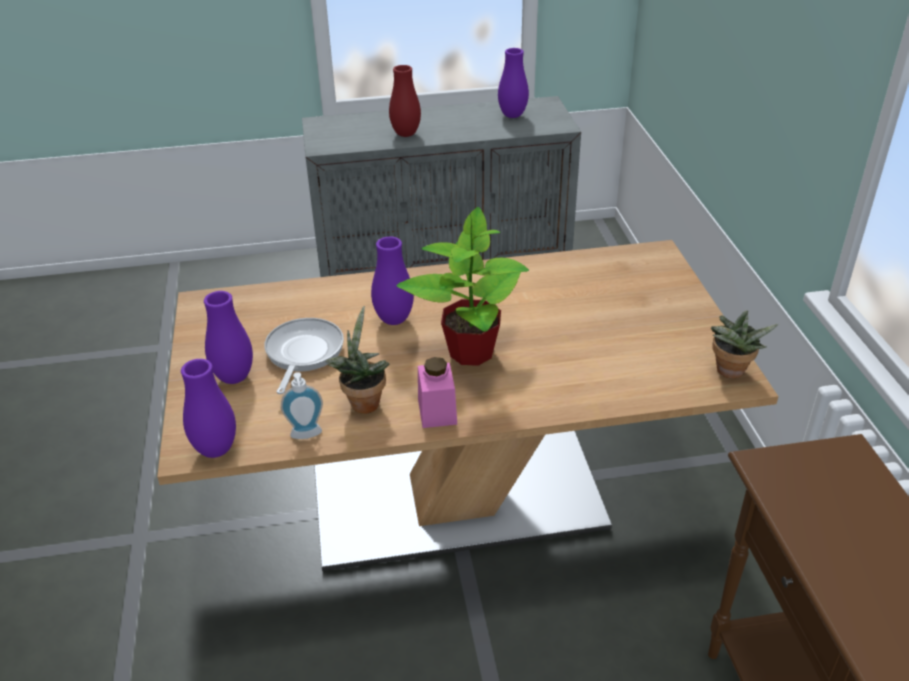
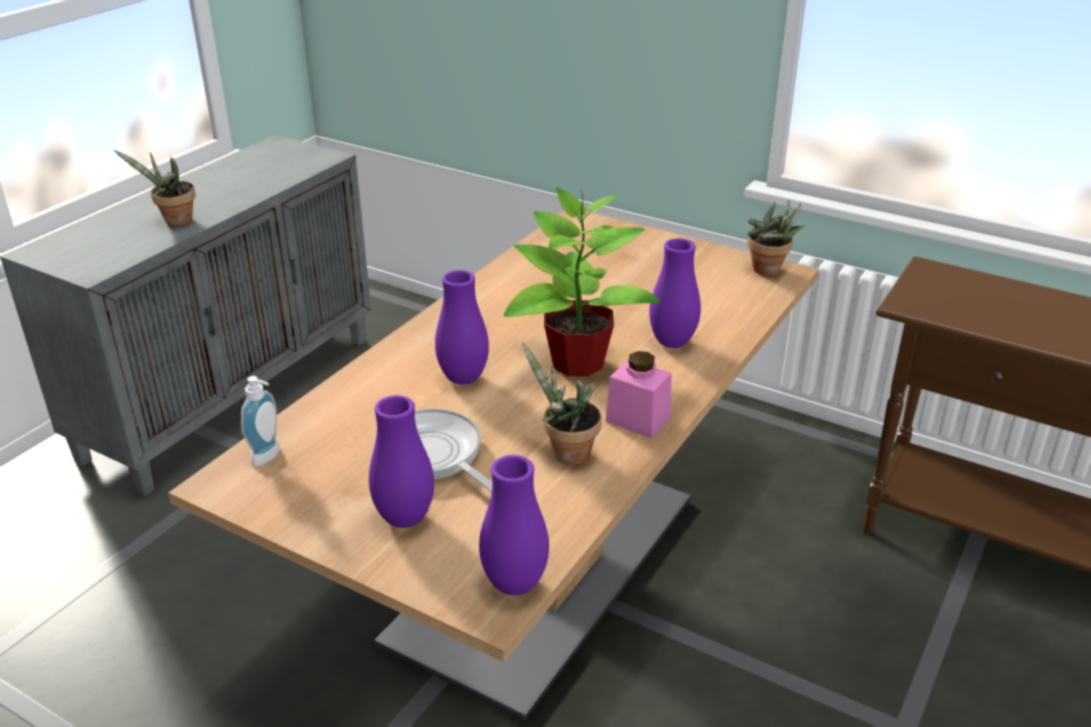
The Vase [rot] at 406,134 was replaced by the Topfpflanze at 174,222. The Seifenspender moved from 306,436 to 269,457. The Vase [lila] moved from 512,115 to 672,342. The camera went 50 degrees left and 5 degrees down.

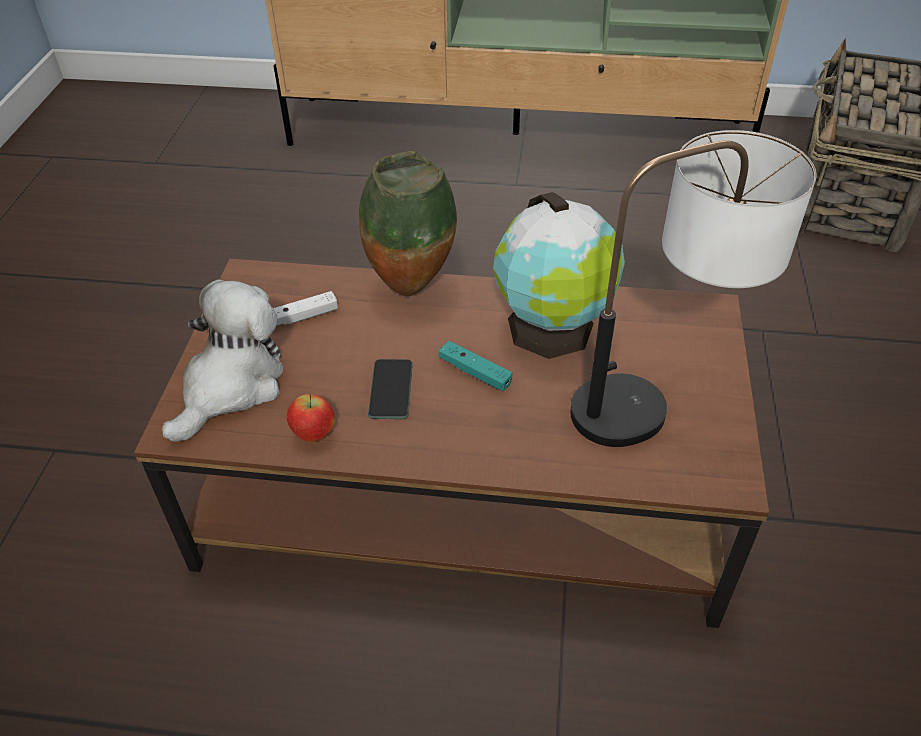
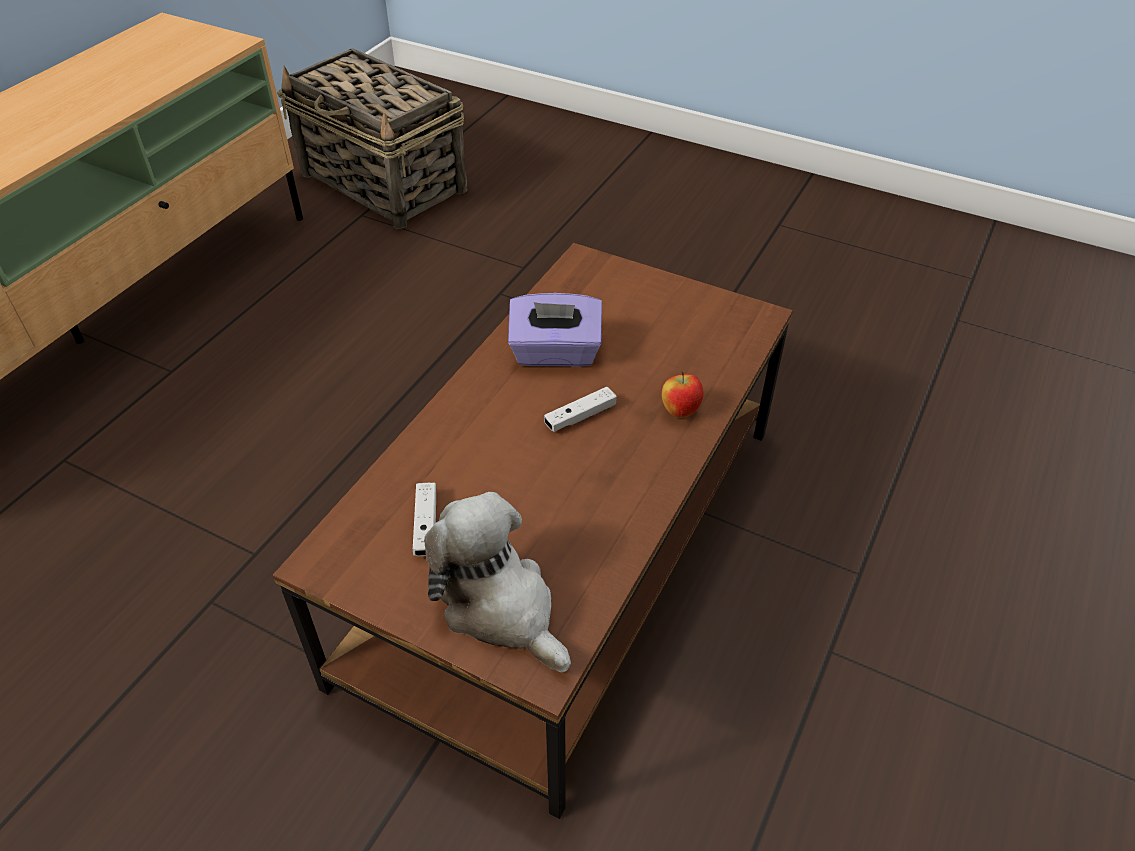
The Globus at 553,331 was replaced by the Taschentuchbox [lila] at 555,353. The Gamepad [türkis] at 475,372 became the Gamepad [weiß] at 580,416. The Apfel moved from 314,434 to 680,411. The Vase at 413,289 disappeared. The Handy at 391,389 disappeared. The Tischlampe at 659,399 disappeared. The camera went 70 degrees left and 0 degrees up.

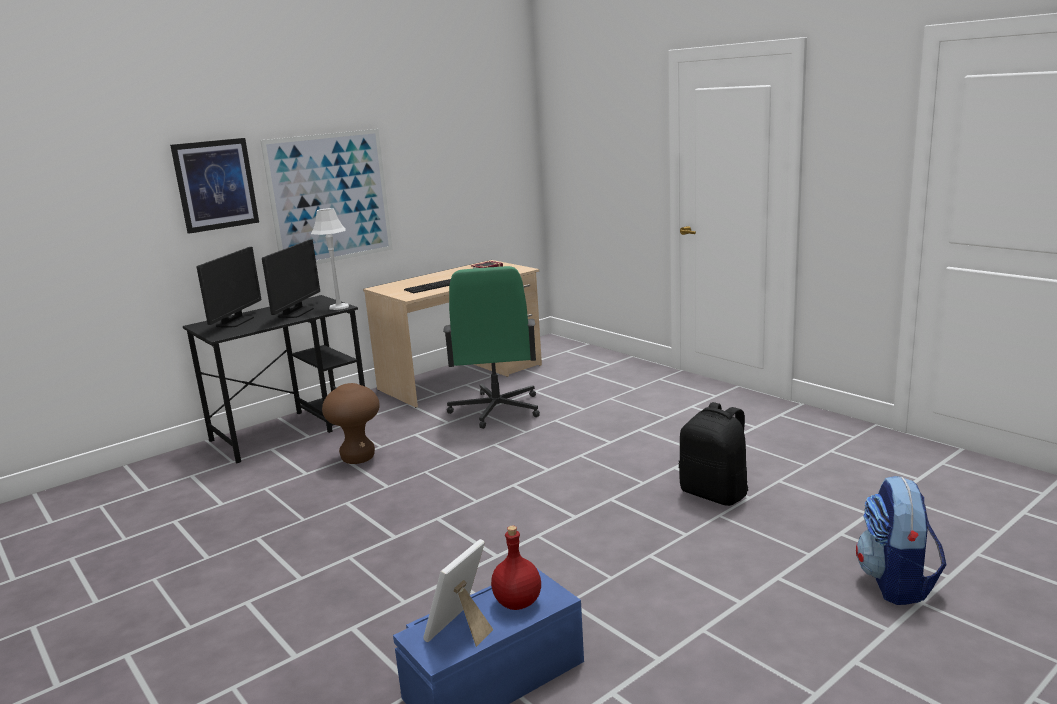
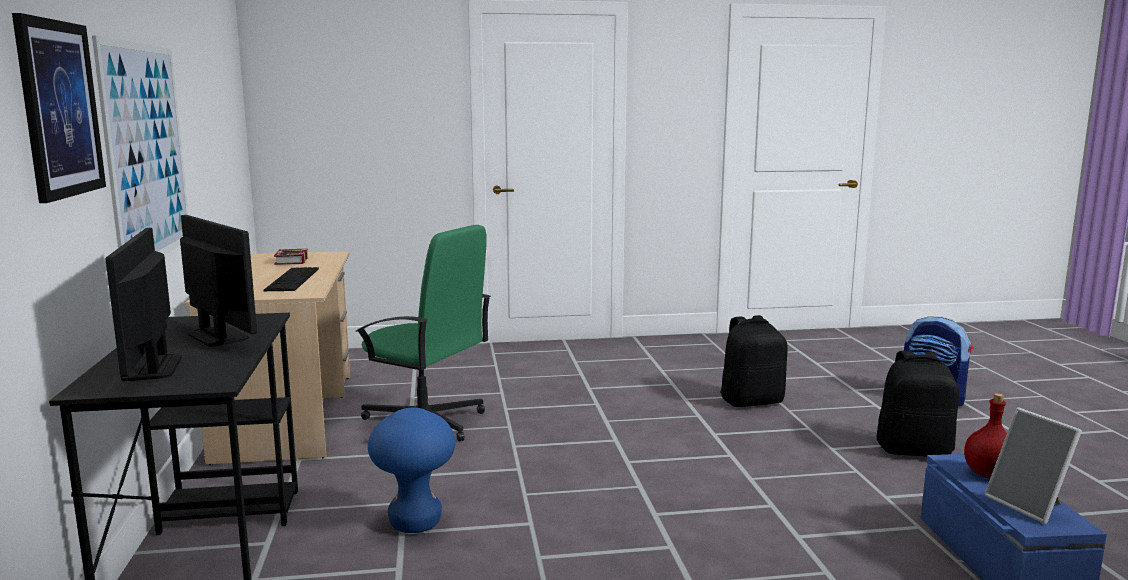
The Monitor at 235,322 turned 150 degrees counterclockwise. The Hocker [braun] at 358,458 became the Hocker [blau] at 415,523. The Rucksack [schwarz] at 914,450 appeared. The Tischlampe [grau] at 339,307 disappeared. The camera went 60 degrees left and 5 degrees down.

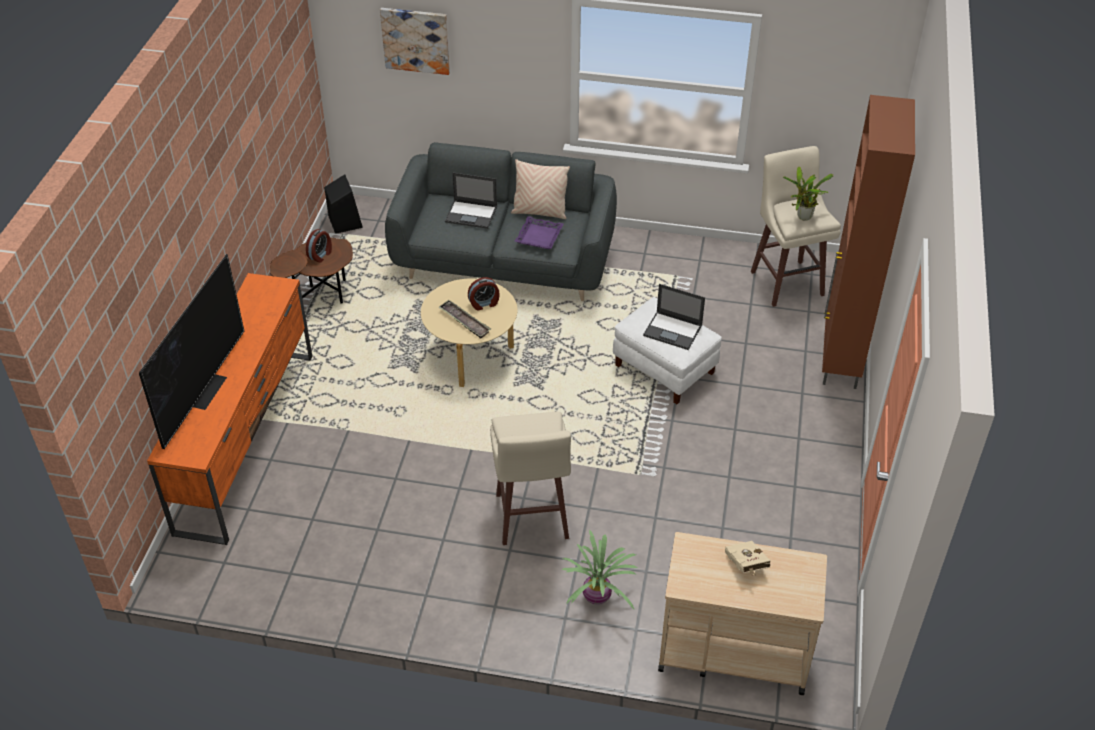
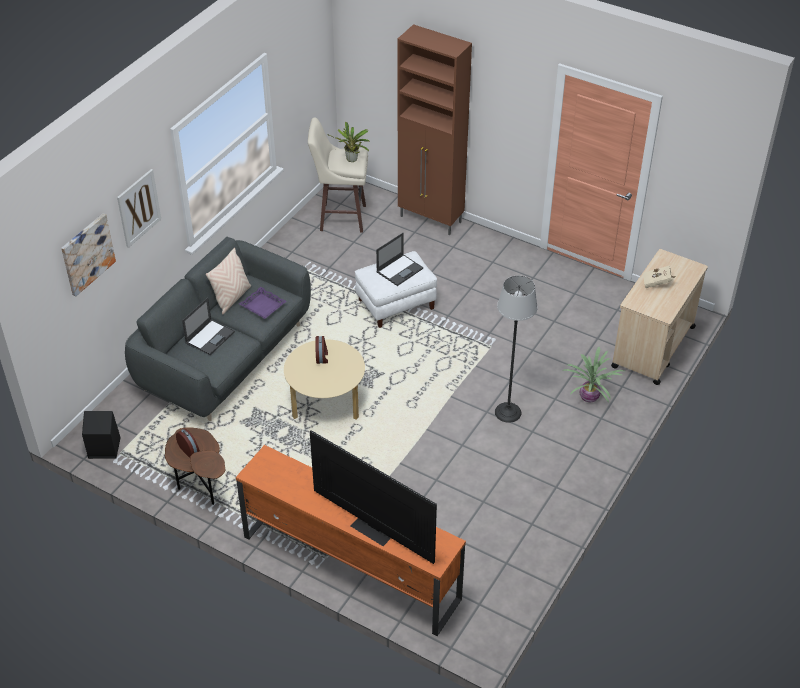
The Bild at 138,208 appeared. The Hocker [beige] at 531,518 was replaced by the Stehlampe at 508,412. The Tablett at 464,322 disappeared. The camera went 70 degrees left and 0 degrees up.

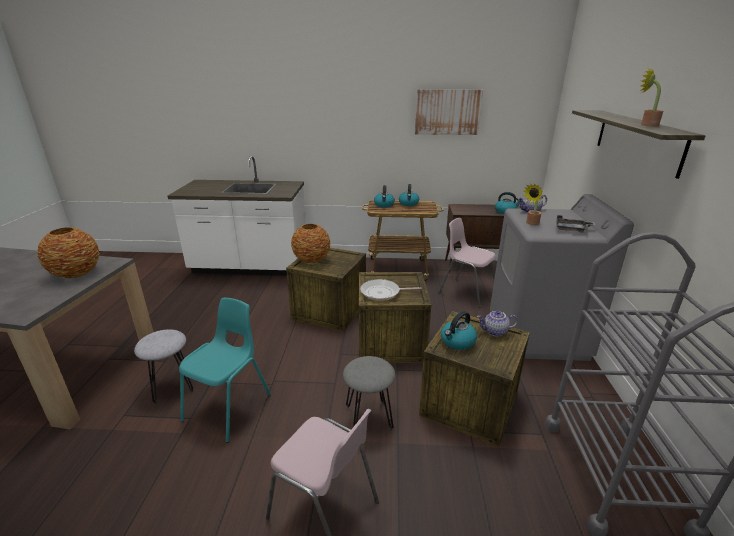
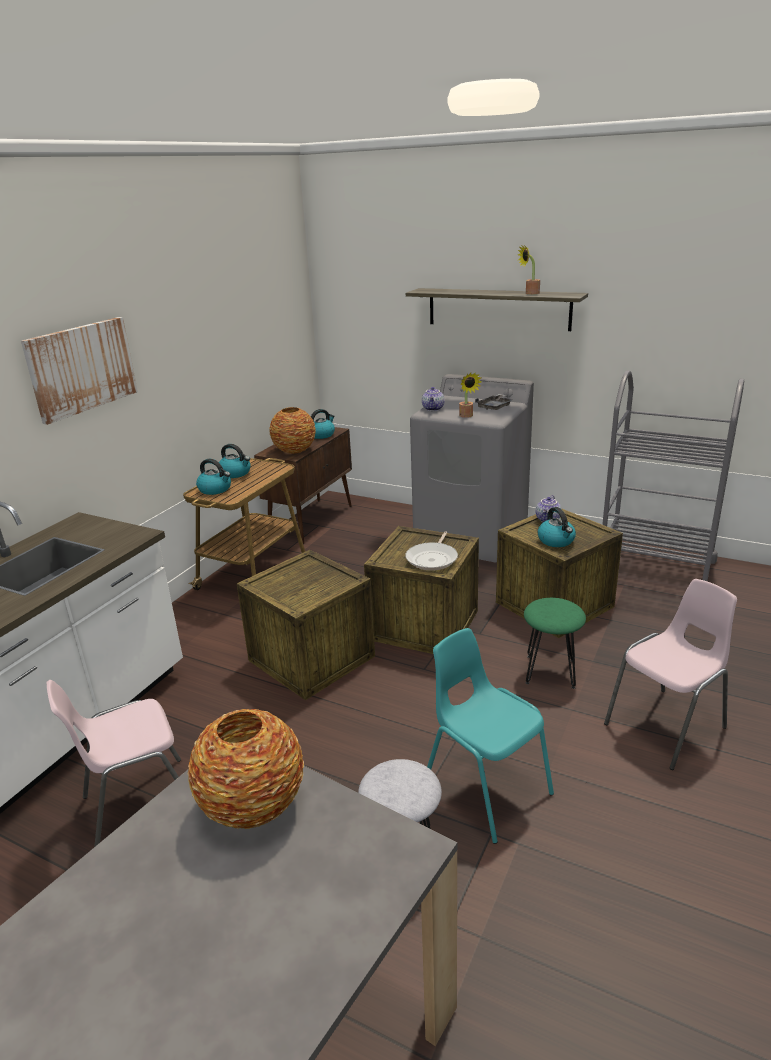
The Bild moved from 447,112 to 81,368. The Stuhl [rosa] moved from 466,292 to 139,805. The Vase moved from 312,259 to 295,450. The Hocker [grau] at 369,418 became the Hocker [grün] at 551,671. The camera went 65 degrees left and 0 degrees up.

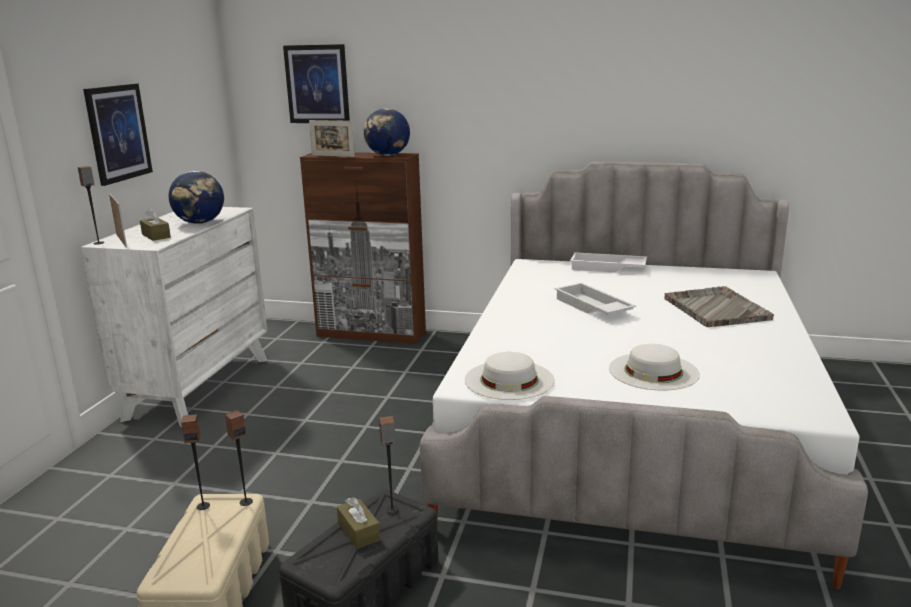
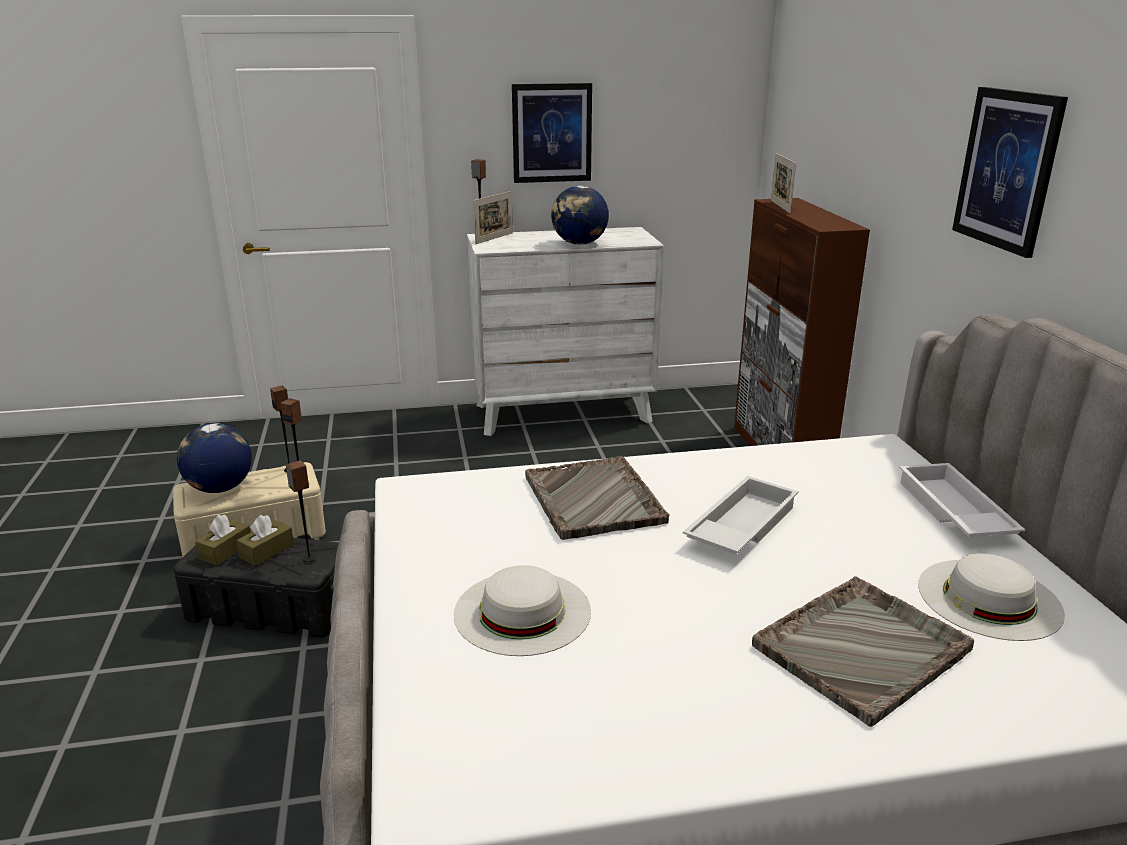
The Globus moved from 388,155 to 220,488. The Taschentuchbox [braun] moved from 156,236 to 226,550. The Tablett [grau] at 594,500 appeared. The Hut [weiß] moved from 509,380 to 989,598. The Bild moved from 317,84 to 1007,169. The camera went 65 degrees right and 5 degrees up.

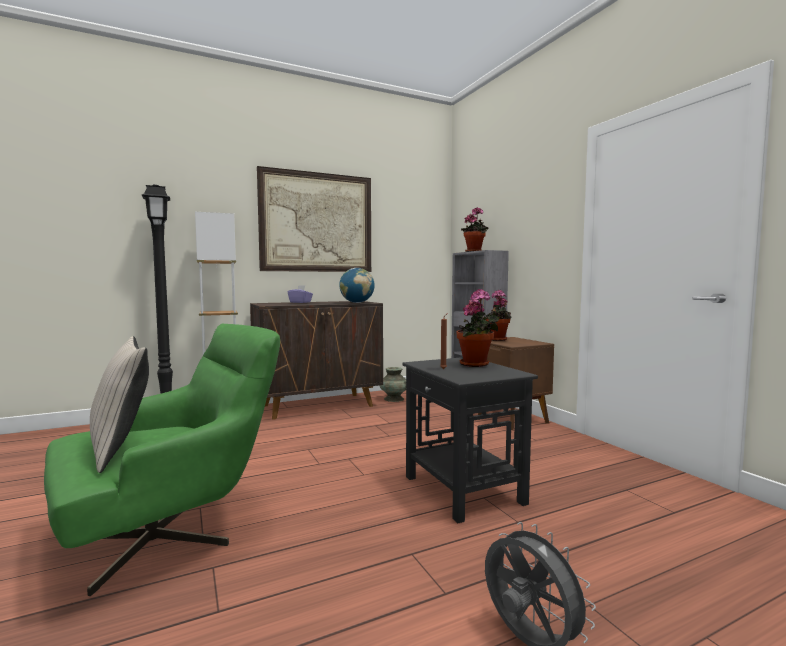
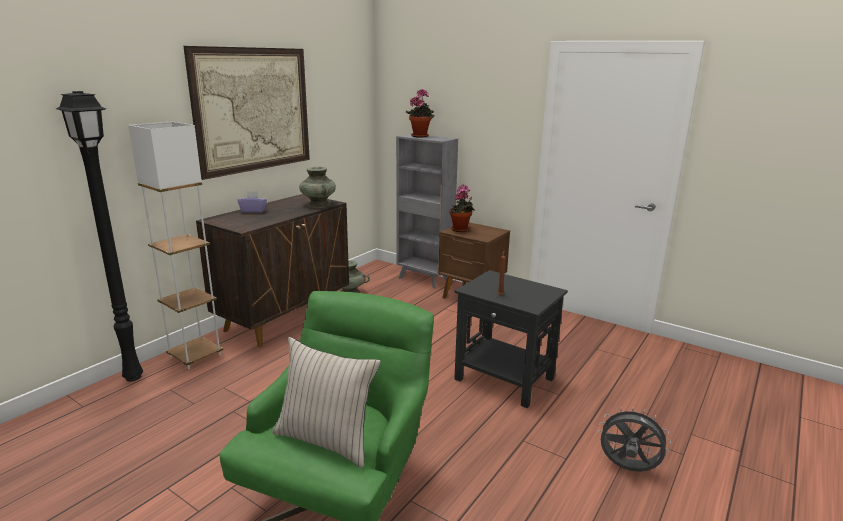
The Globus at 357,302 was replaced by the Vase [türkis] at 319,205. The Topfpflanze at 476,365 disappeared. The camera went 30 degrees left and 15 degrees up.

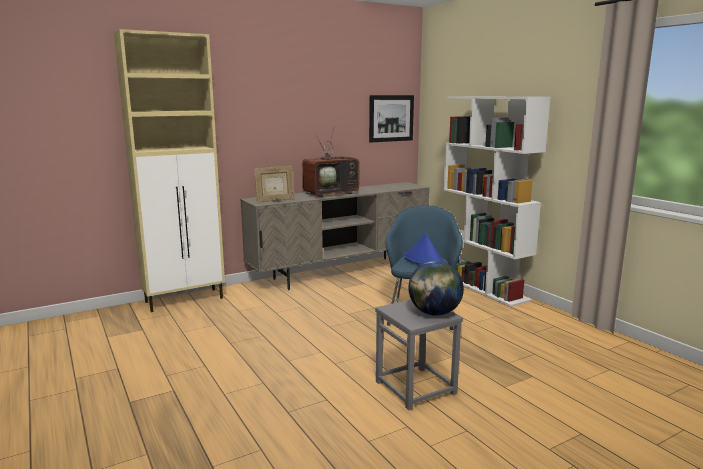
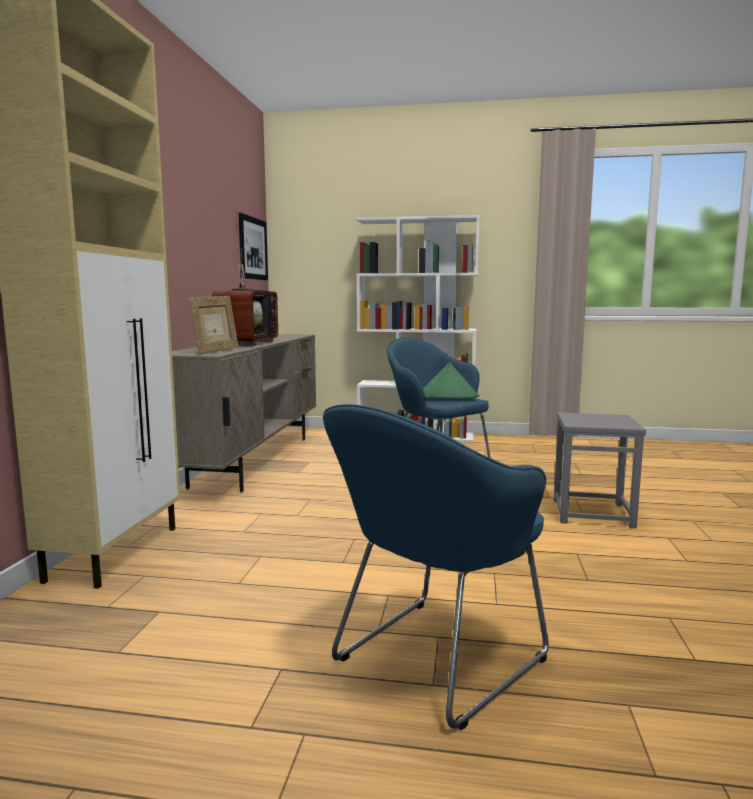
The Sessel [blau] at 431,662 appeared. The Hut [blau] at 424,260 became the Hut [grün] at 448,396. The Globus at 434,313 disappeared. The camera went 50 degrees left and 5 degrees down.

